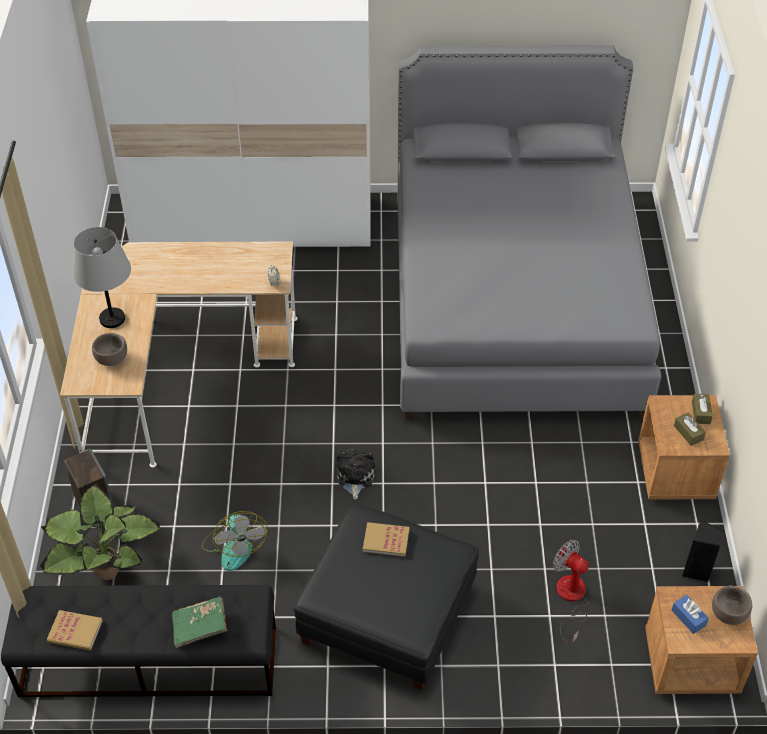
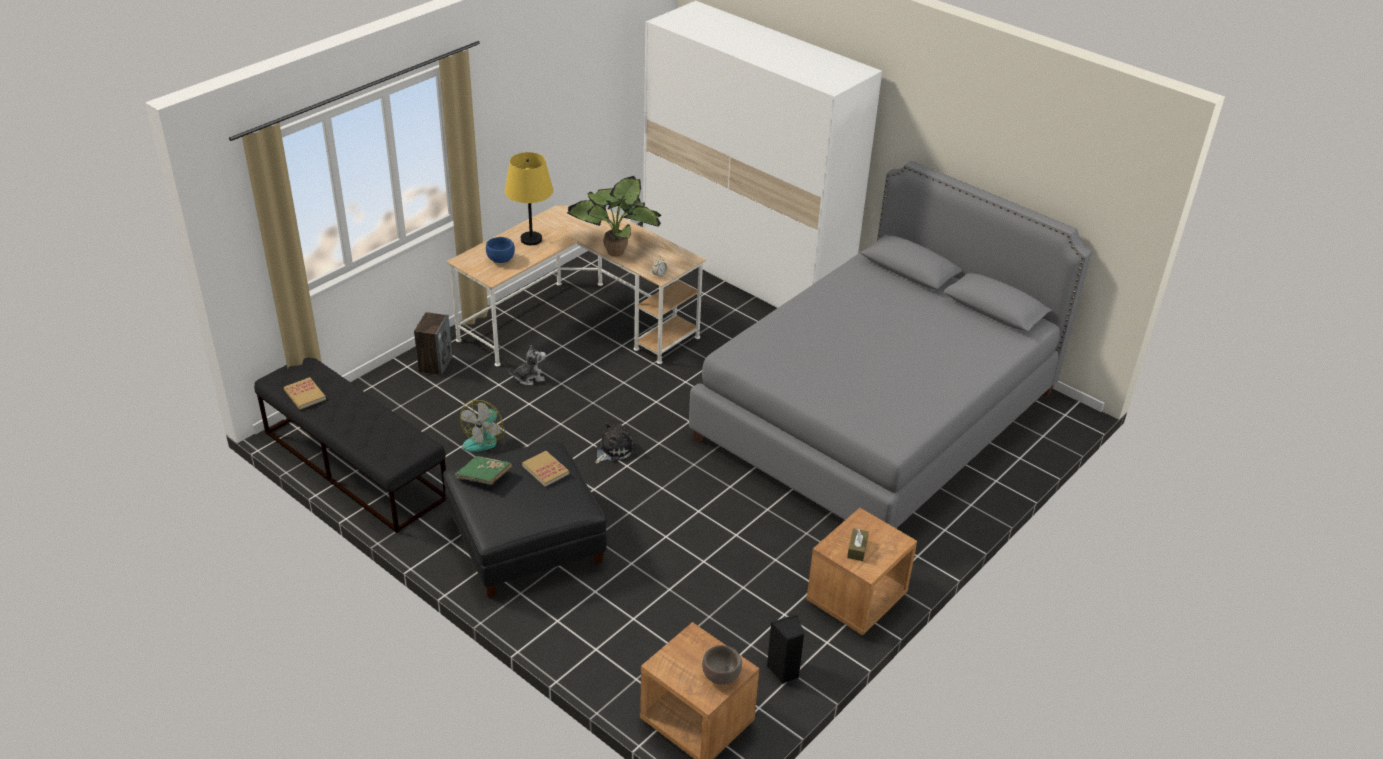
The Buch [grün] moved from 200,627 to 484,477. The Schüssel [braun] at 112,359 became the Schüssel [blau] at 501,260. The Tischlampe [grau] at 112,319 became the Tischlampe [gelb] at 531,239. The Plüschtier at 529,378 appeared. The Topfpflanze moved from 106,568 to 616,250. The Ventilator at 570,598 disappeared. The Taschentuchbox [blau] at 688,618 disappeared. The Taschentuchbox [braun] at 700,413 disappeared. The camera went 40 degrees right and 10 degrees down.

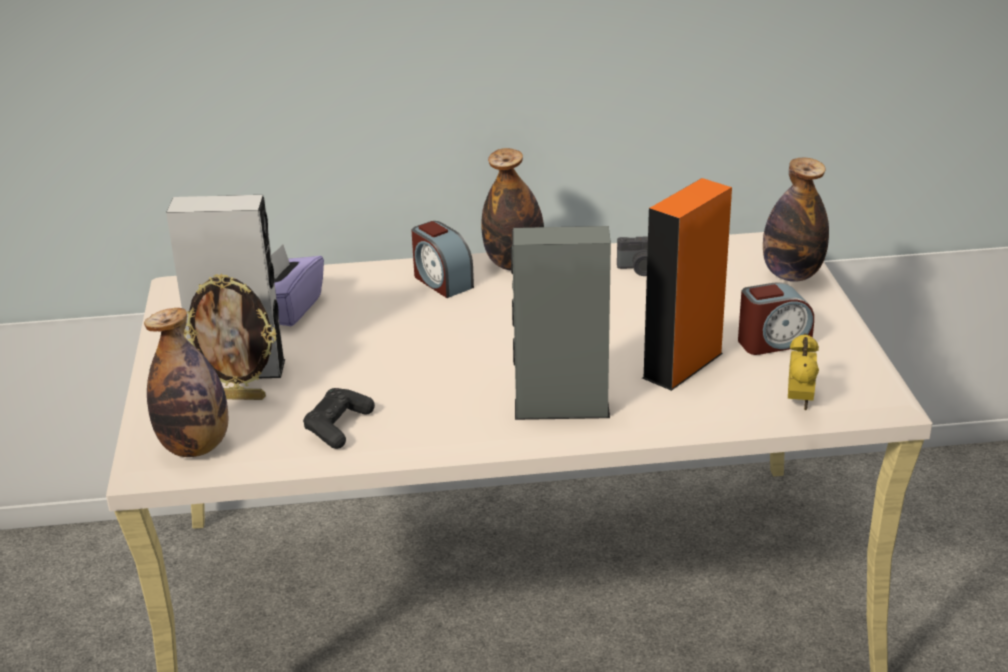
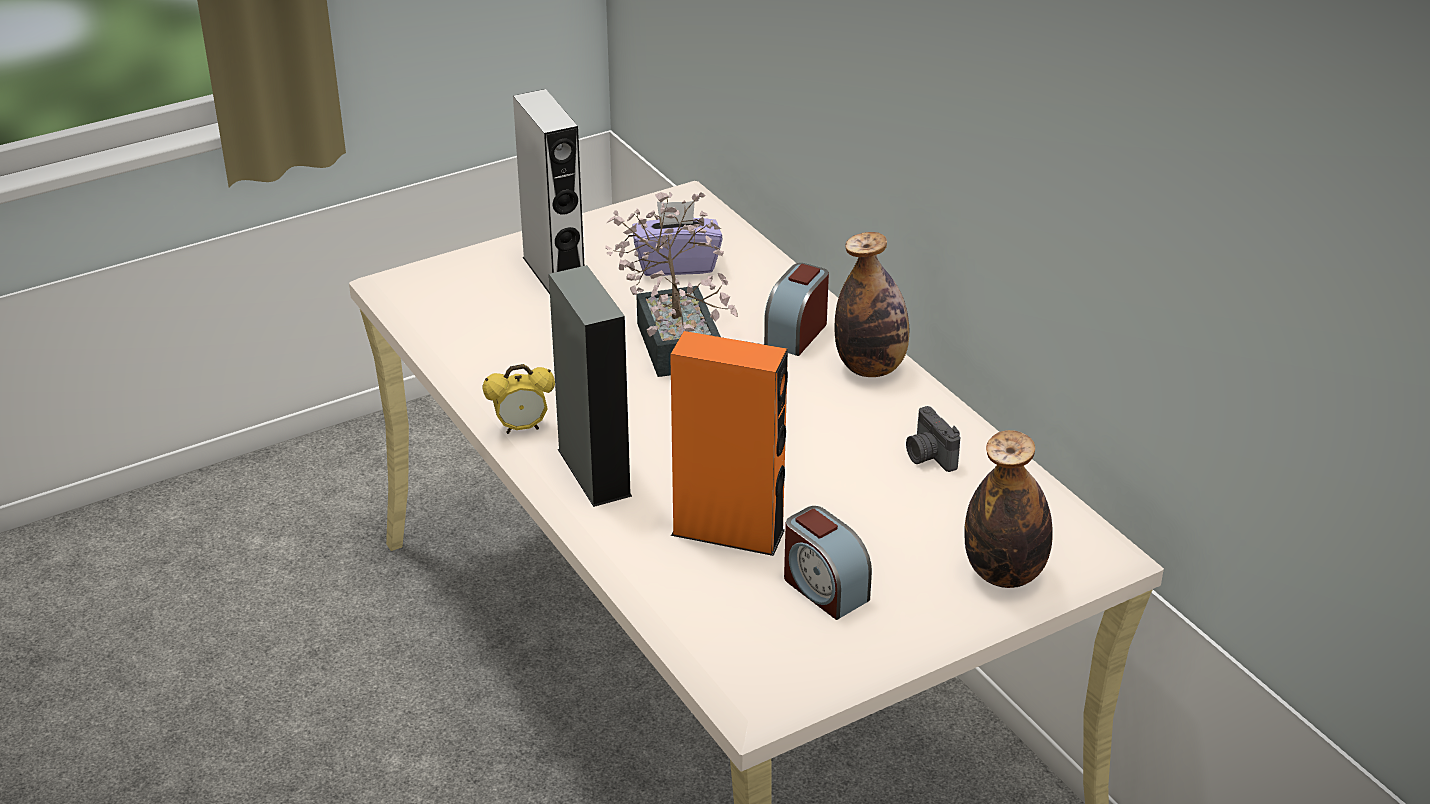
The Wecker moved from 800,401 to 521,428. The Topfpflanze at 676,338 appeared. The Flasche at 195,447 disappeared. The Bilderrahmen at 239,397 disappeared. The Gamepad [schwarz] at 338,426 disappeared. The camera went 65 degrees right and 5 degrees up.

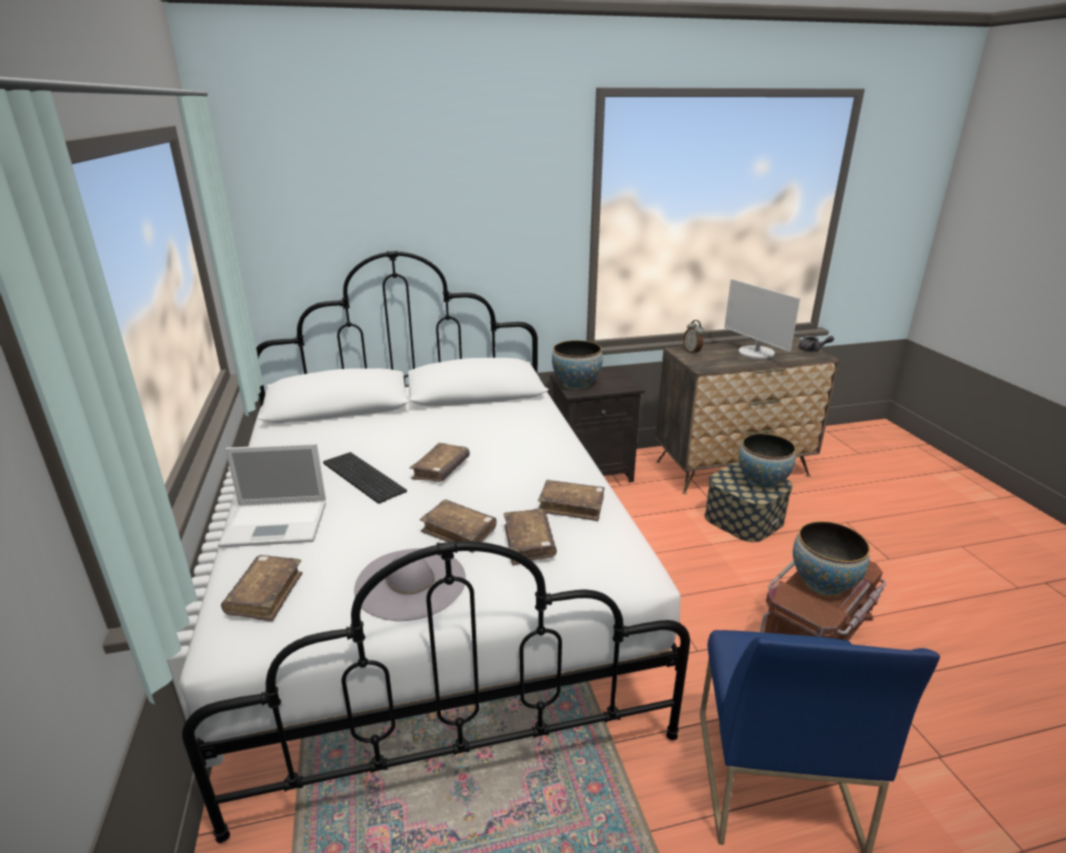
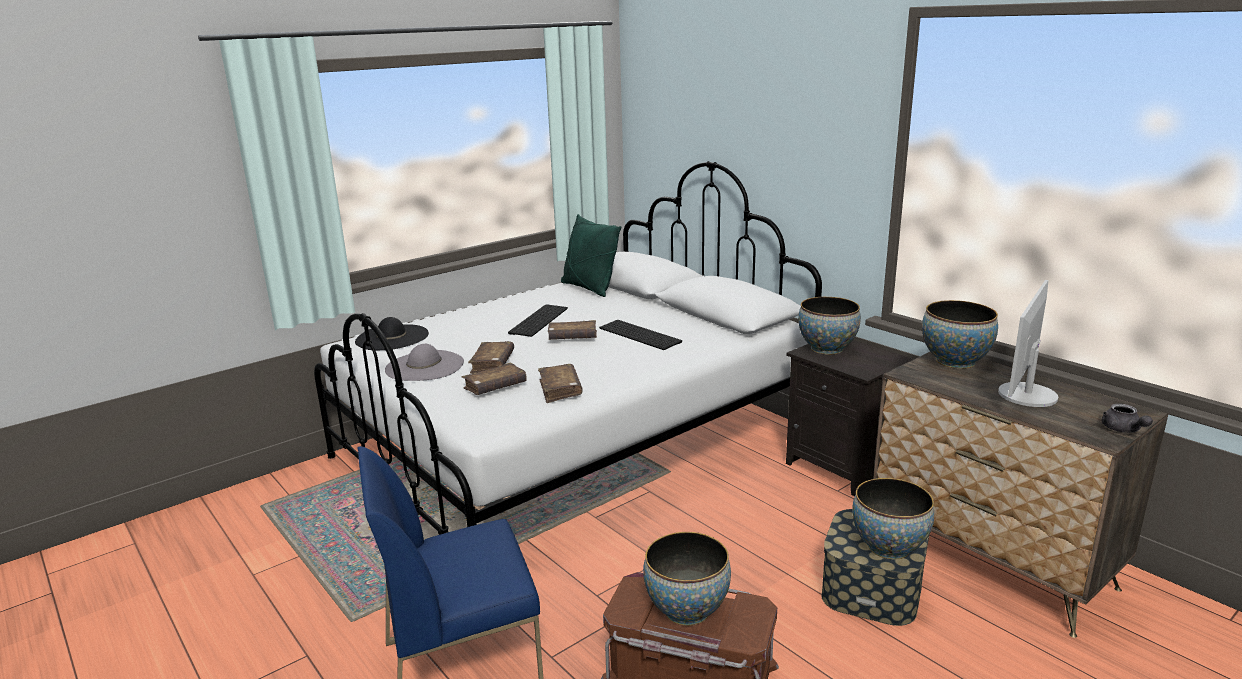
The Buch [braun] at 265,595 was replaced by the Hut [schwarz] at 392,337. The Kissen [grün] at 589,288 appeared. The Tastatur at 641,335 appeared. The Wecker at 692,352 was replaced by the Schüssel at 955,361. The Laptop at 277,523 disappeared. The camera went 65 degrees right and 5 degrees down.

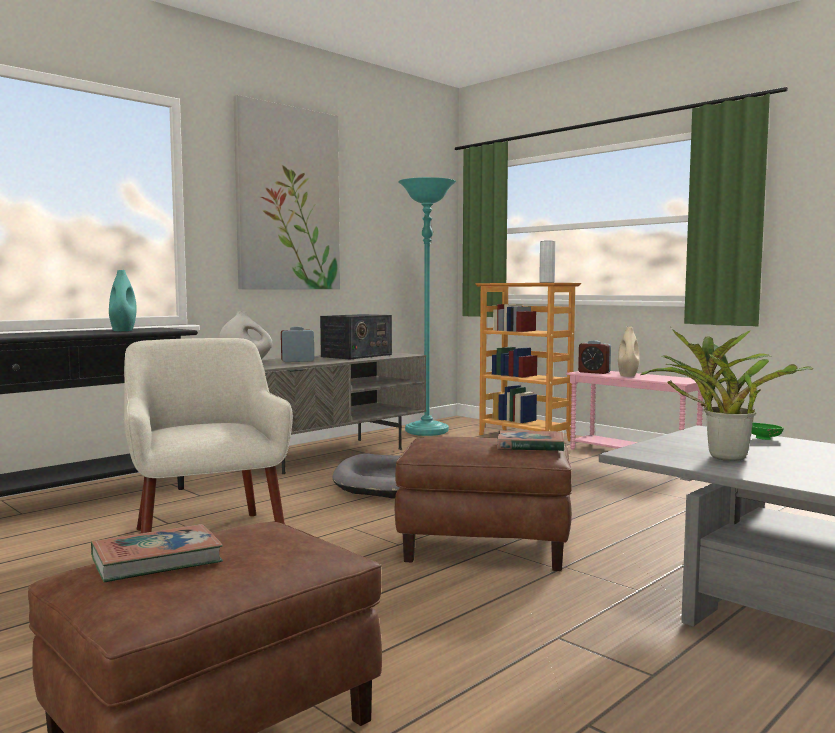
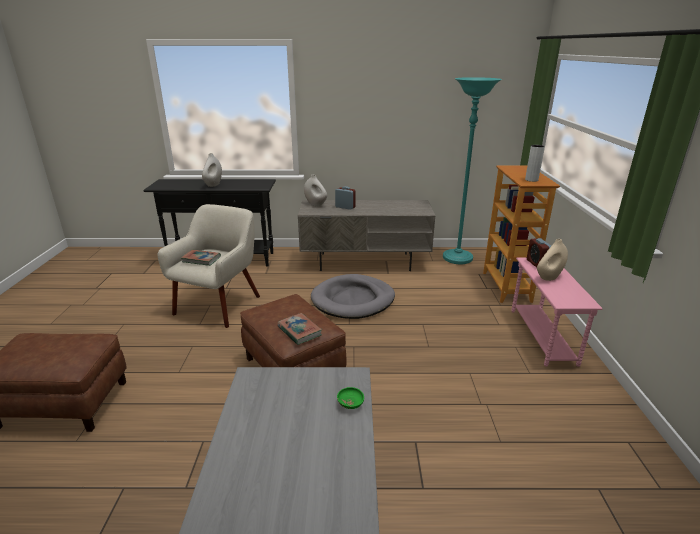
The Buch moved from 156,560 to 201,259. The Vase [weiß] at 213,185 appeared. The Vase [türkis] at 123,330 disappeared. The Bild at 288,199 disappeared. The Radio at 356,356 disappeared. The Topfpflanze at 721,456 disappeared. The camera went 45 degrees right and 20 degrees up.

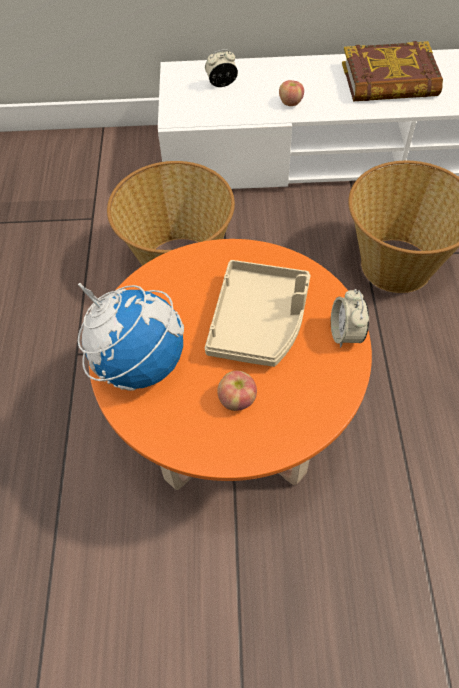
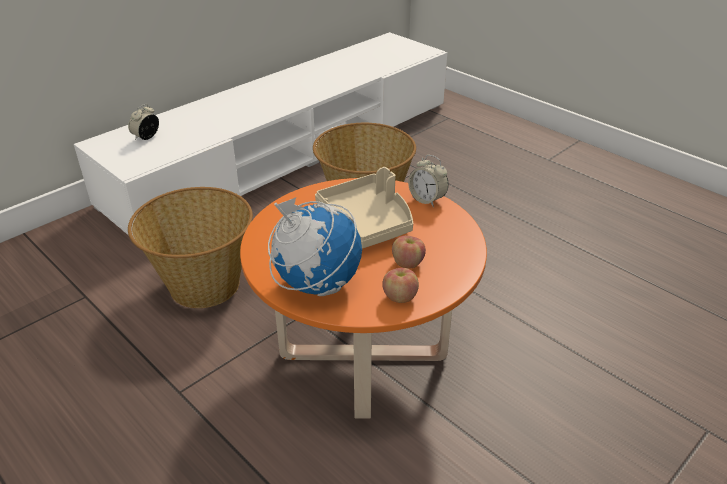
The Apfel moved from 290,102 to 399,297. The Buch at 389,81 disappeared. The camera went 45 degrees left and 20 degrees down.

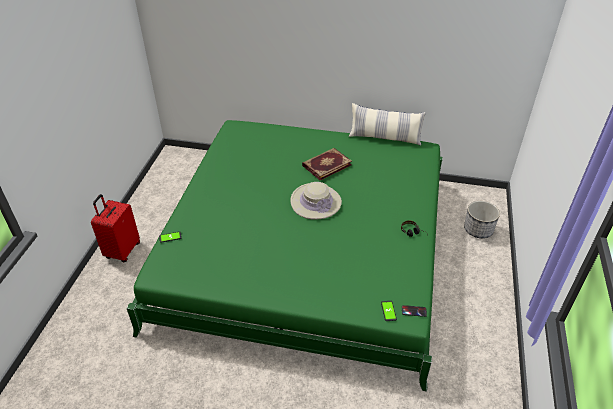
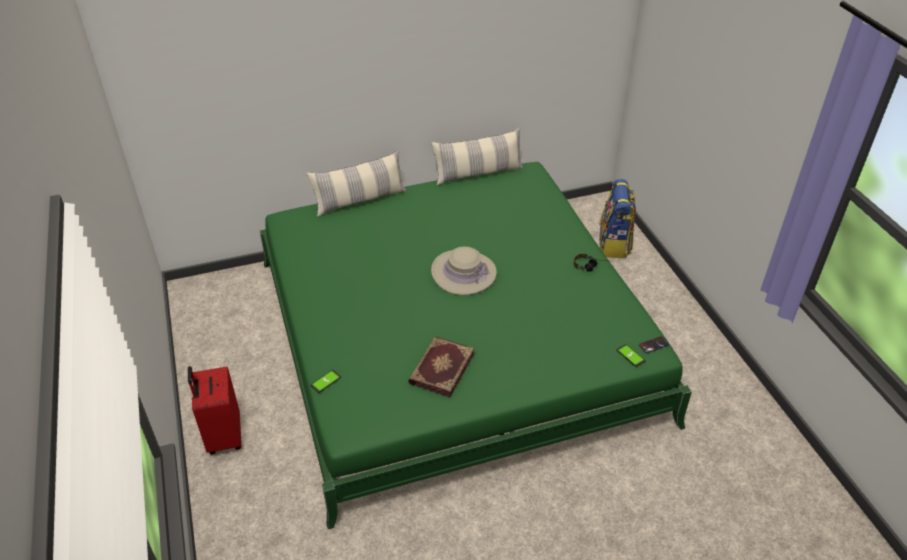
The Kissen at 360,200 appeared. The Buch moved from 326,165 to 440,368. The Pflanzkübel at 478,230 was replaced by the Rucksack at 614,244. The camera went 30 degrees left and 0 degrees up.

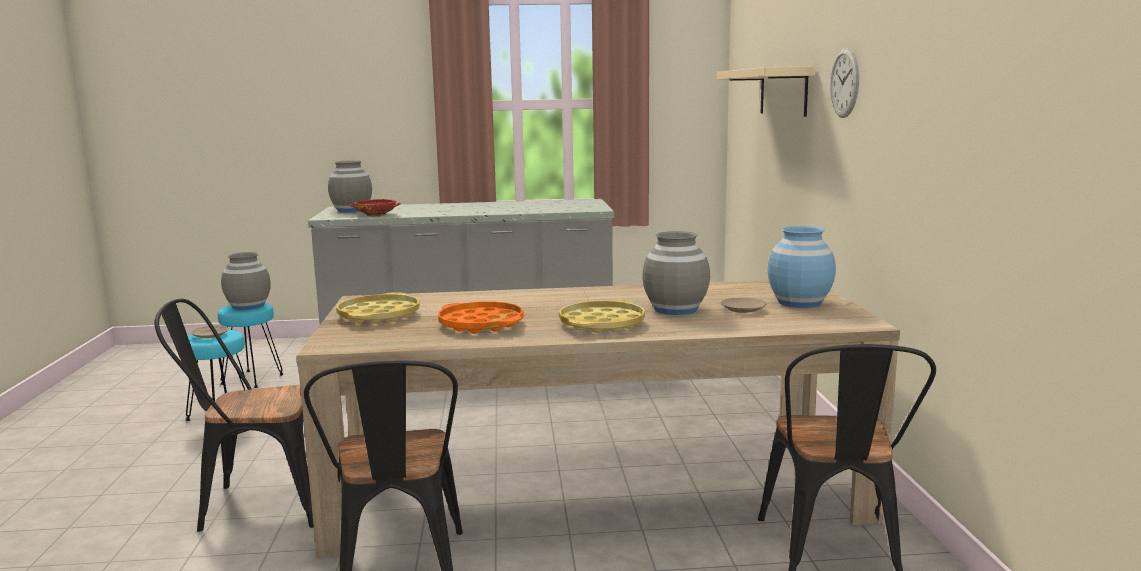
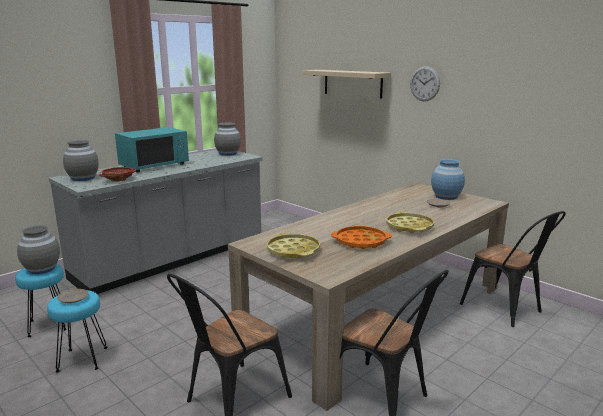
The Mikrowelle [türkis] at 154,165 appeared. The Vase [grau] moved from 676,309 to 228,153. The camera went 40 degrees left and 5 degrees up.

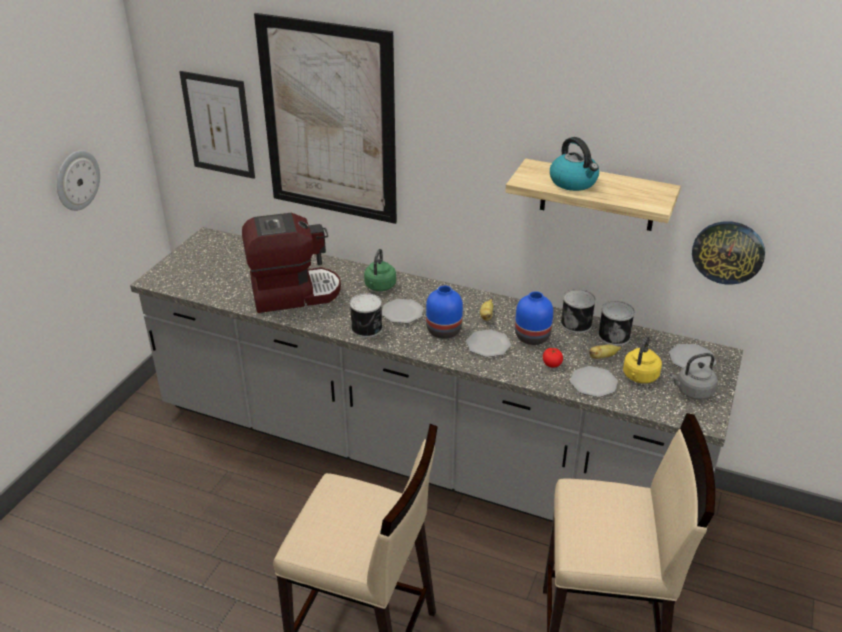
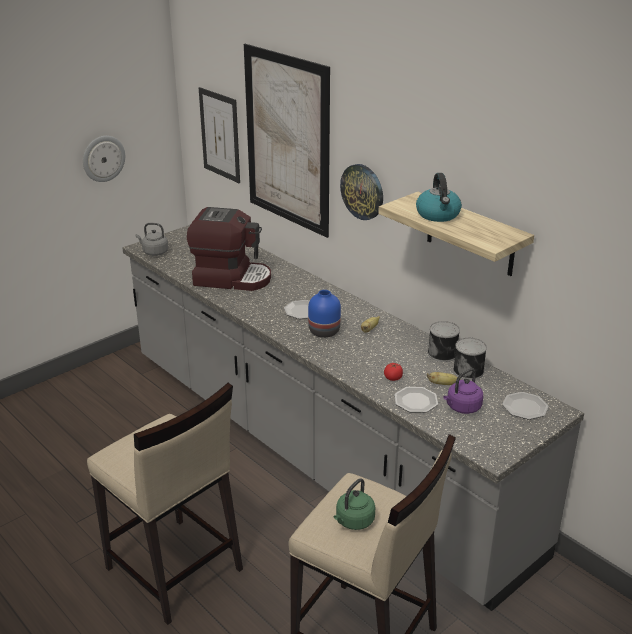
The Wasserkessel [grau] moved from 692,392 to 154,252. The Wasserkessel [grün] moved from 379,287 to 353,521. The Wanduhr moved from 728,252 to 362,191. The Wasserkessel [gelb] at 639,377 became the Wasserkessel [lila] at 462,408. The Dose at 367,328 disappeared. The Teller at 488,345 disappeared. The Vase [blau] at 531,336 disappeared. The camera went 25 degrees right and 5 degrees down.

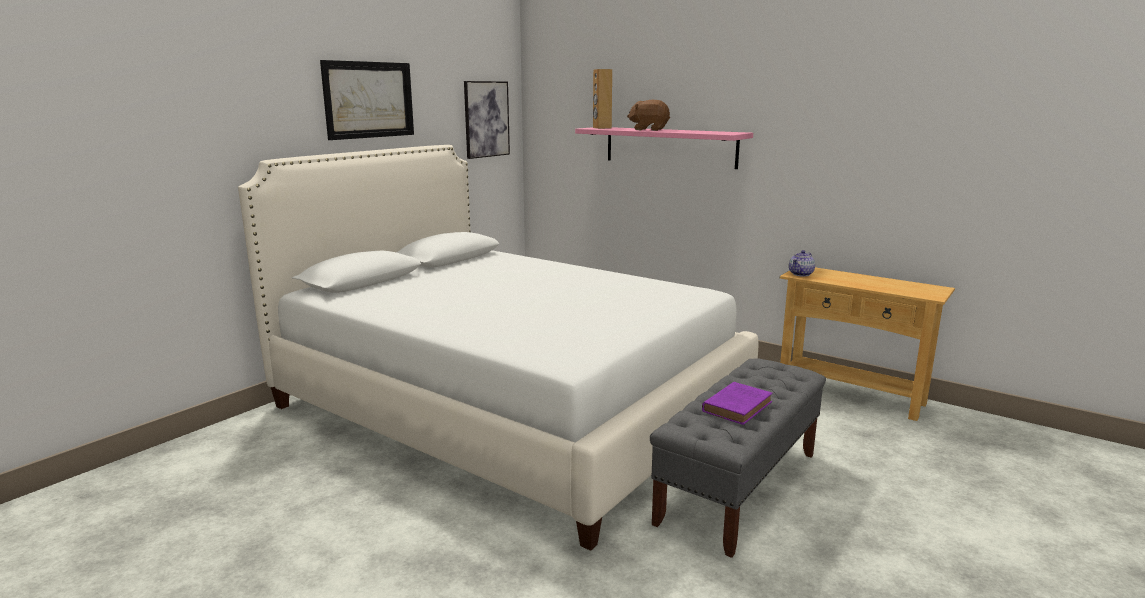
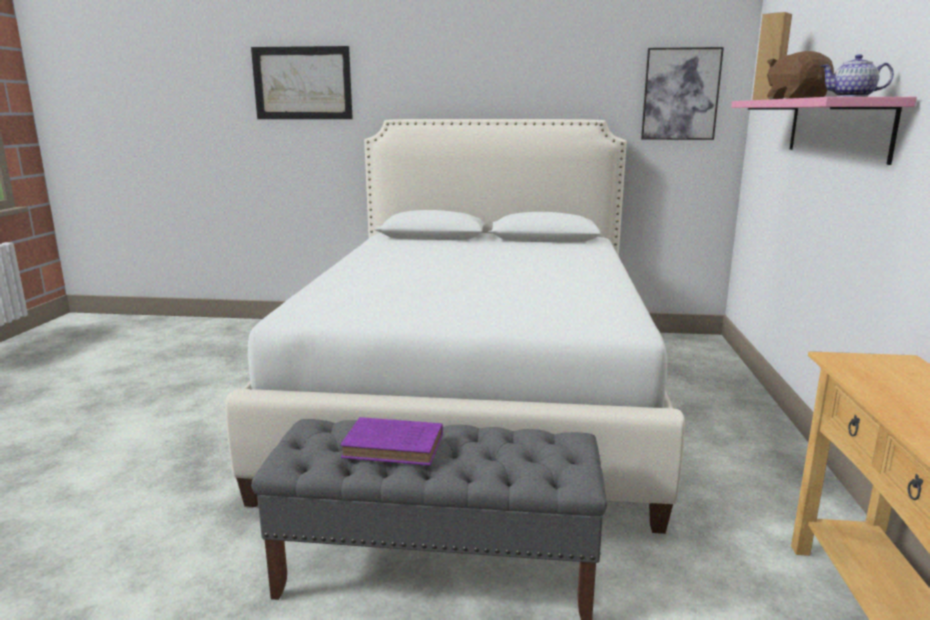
The Bild moved from 369,100 to 303,83. The Teekanne moved from 801,274 to 853,97. The camera went 60 degrees right and 0 degrees up.

